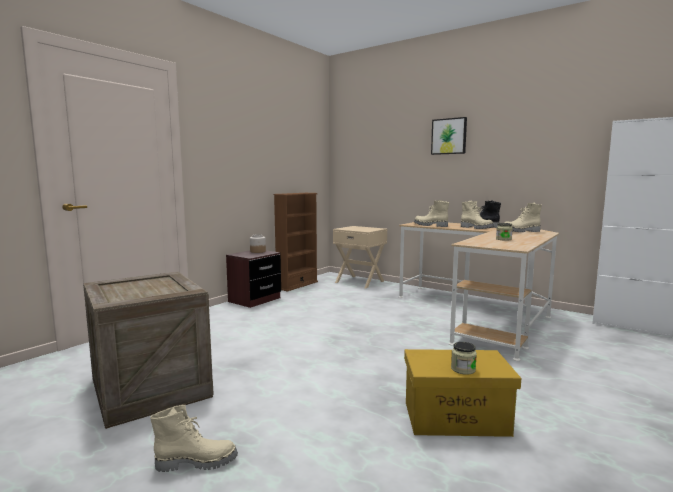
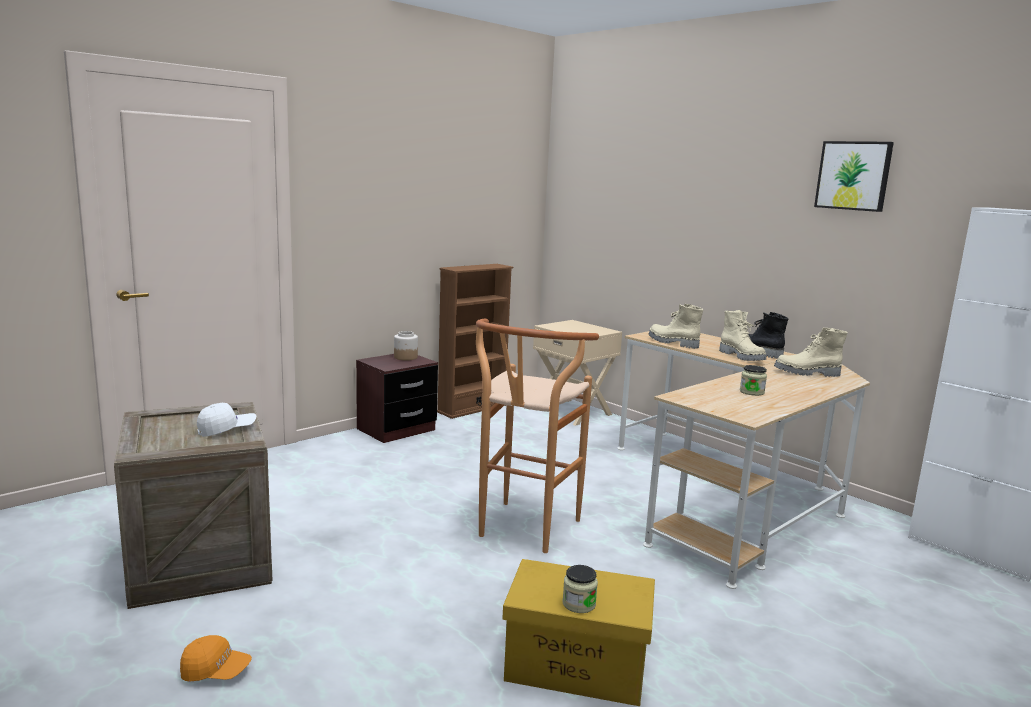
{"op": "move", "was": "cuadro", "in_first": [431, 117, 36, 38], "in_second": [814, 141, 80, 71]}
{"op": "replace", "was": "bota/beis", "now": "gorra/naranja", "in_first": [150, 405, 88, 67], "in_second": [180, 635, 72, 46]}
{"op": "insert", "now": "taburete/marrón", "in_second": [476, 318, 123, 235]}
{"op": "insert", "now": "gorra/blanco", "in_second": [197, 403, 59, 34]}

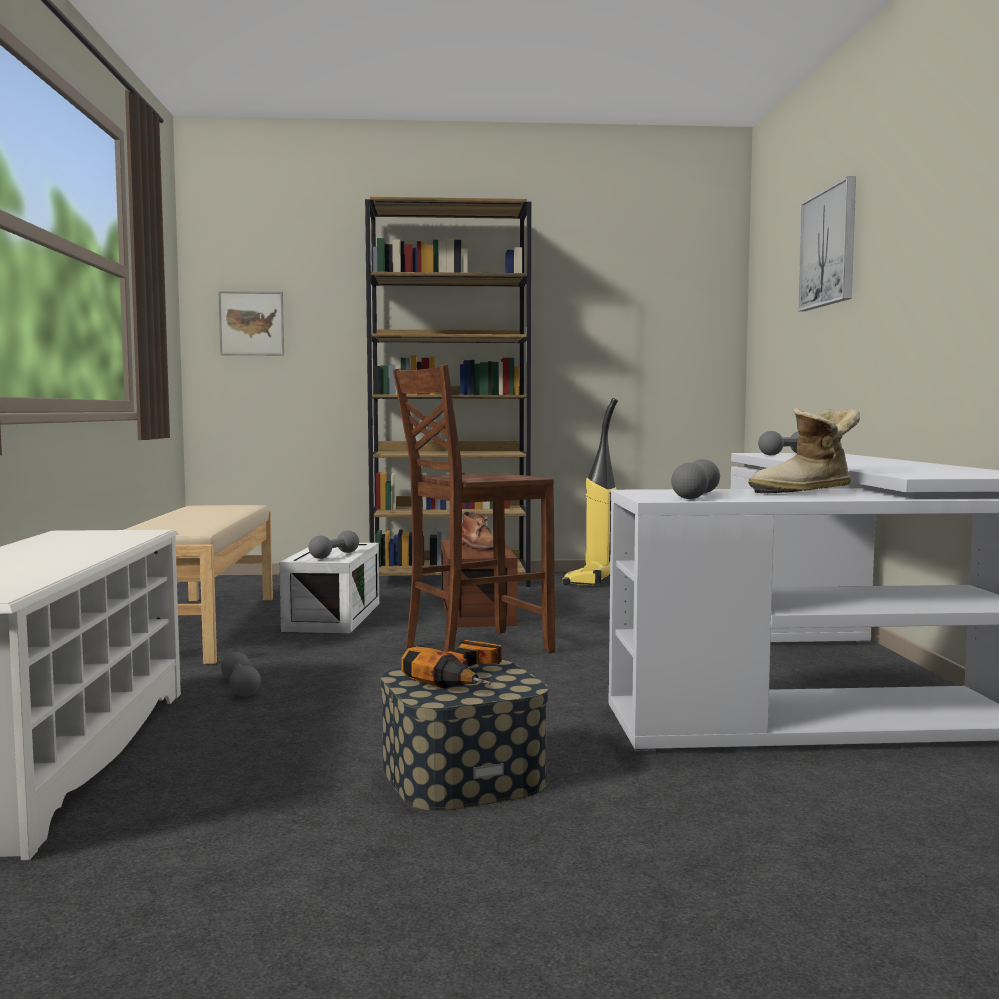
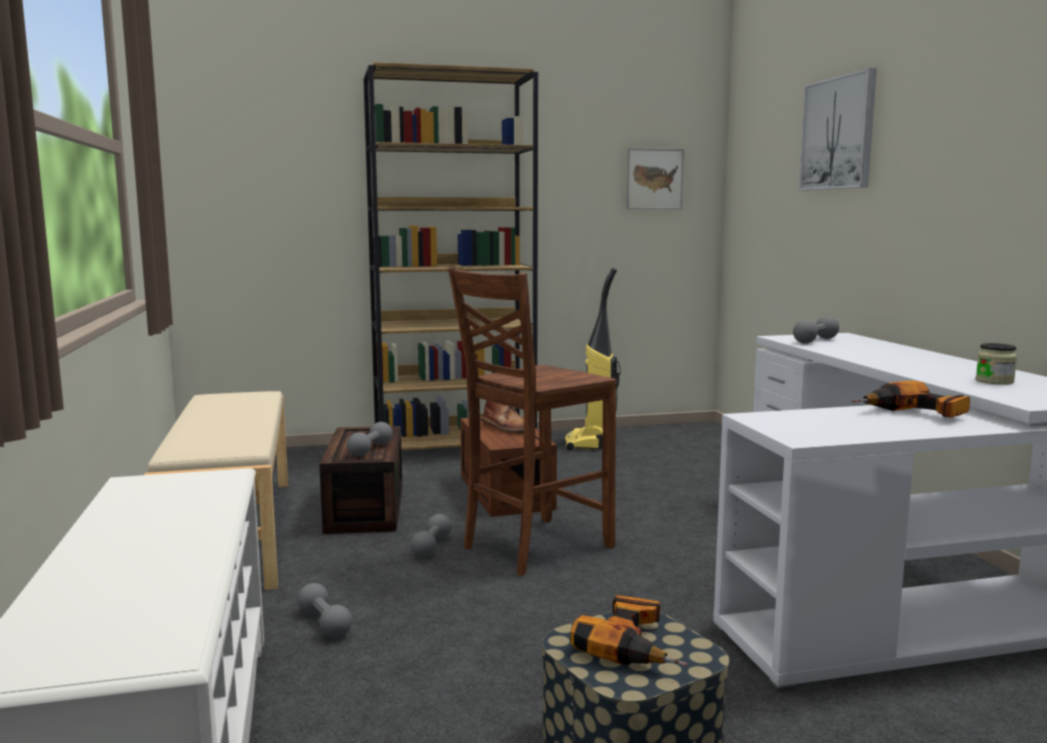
{"op": "move", "was": "cuadro", "in_first": [218, 291, 66, 64], "in_second": [626, 148, 58, 61]}
{"op": "replace", "was": "bota", "now": "taladro", "in_first": [748, 407, 112, 87], "in_second": [852, 381, 118, 37]}
{"op": "move", "was": "mancuerna/gris", "in_first": [671, 459, 49, 40], "in_second": [410, 514, 41, 44]}
{"op": "recolor", "was": "caja de almacenaje/blanco", "now": "caja de almacenaje/marrón", "in_first": [279, 543, 100, 90], "in_second": [319, 426, 83, 108]}
{"op": "insert", "now": "tarro", "in_second": [976, 343, 41, 42]}

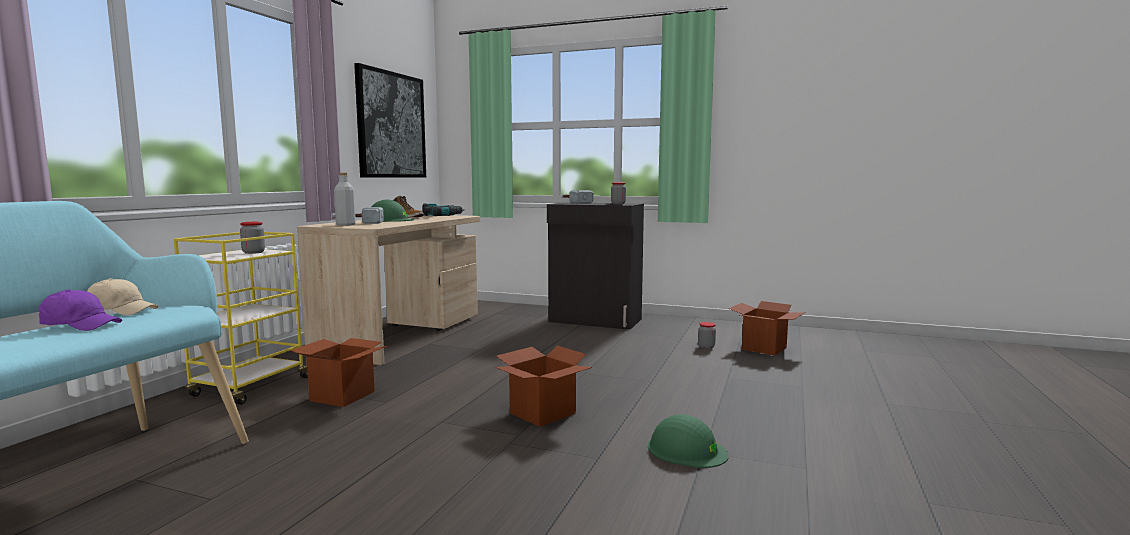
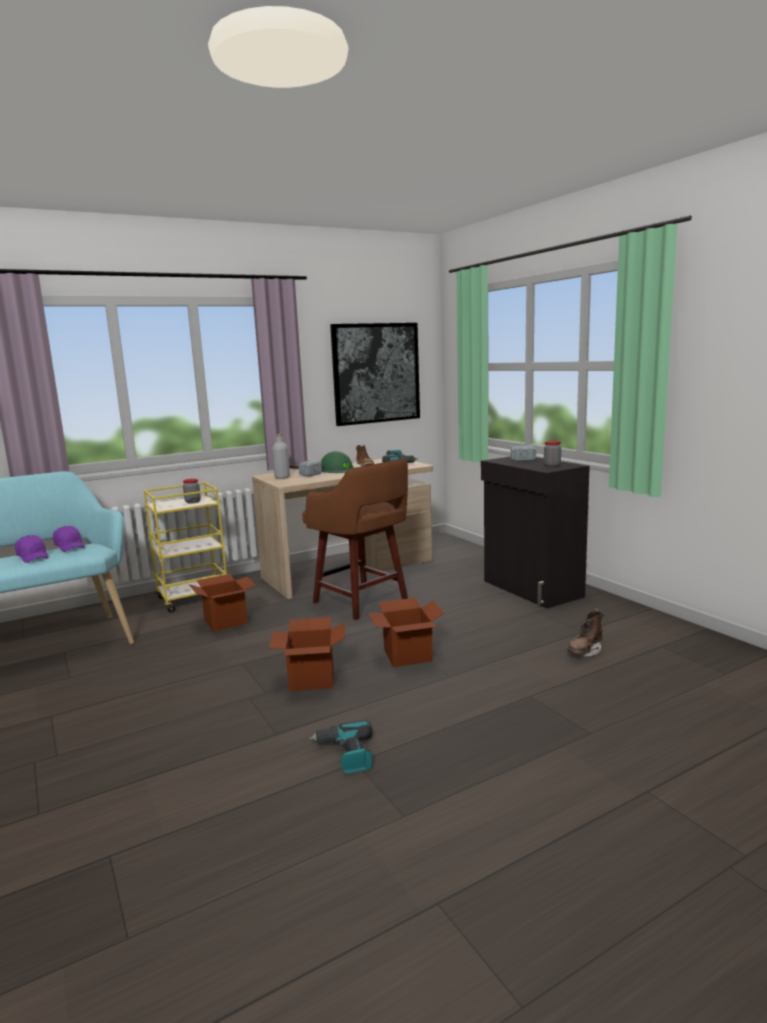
{"op": "recolor", "was": "gorra/beis", "now": "gorra/morado", "in_first": [87, 278, 71, 37], "in_second": [53, 526, 32, 26]}
{"op": "move", "was": "caja de cartón", "in_first": [728, 301, 77, 55], "in_second": [369, 598, 75, 69]}
{"op": "replace", "was": "tarro", "now": "bota/marrón", "in_first": [698, 322, 18, 27], "in_second": [567, 608, 37, 49]}
{"op": "replace", "was": "casco/verde", "now": "taladro", "in_first": [648, 414, 81, 54], "in_second": [309, 720, 63, 54]}
{"op": "insert", "now": "taburete/marrón", "in_second": [302, 459, 106, 161]}

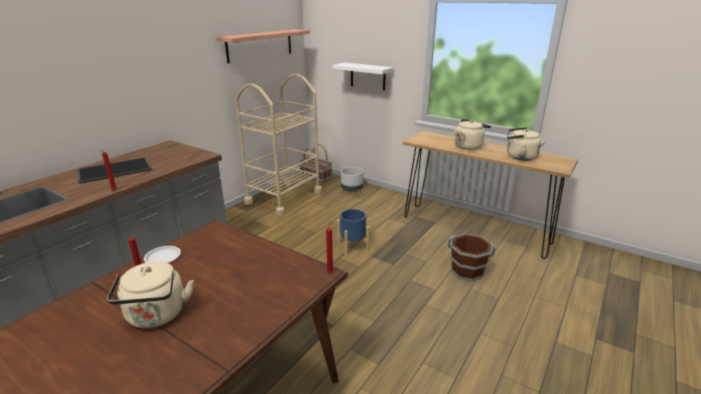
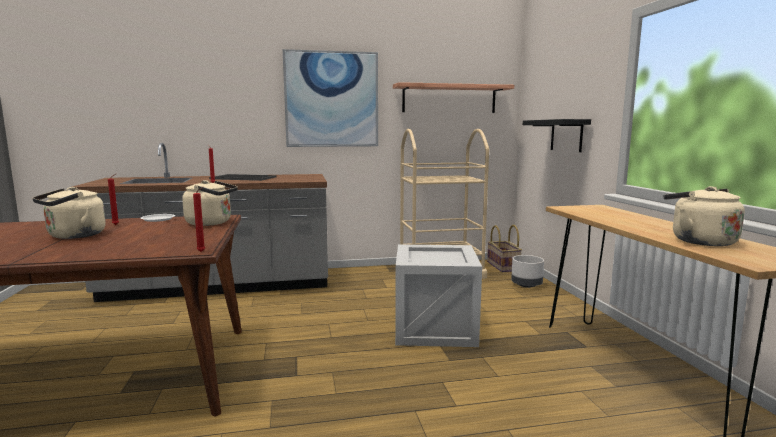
{"op": "recolor", "was": "estante/blanco", "now": "estante/negro", "in_first": [332, 62, 62, 28], "in_second": [523, 119, 68, 33]}
{"op": "move", "was": "hervidor/beis", "in_first": [454, 119, 37, 31], "in_second": [182, 180, 56, 46]}
{"op": "replace", "was": "maceta/azul", "now": "caja de embalaje", "in_first": [337, 209, 33, 47], "in_second": [395, 244, 87, 103]}
{"op": "delete", "was": "cubo/marrón", "in_first": [448, 234, 48, 47]}
{"op": "insert", "now": "cuadro", "in_second": [283, 49, 95, 98]}

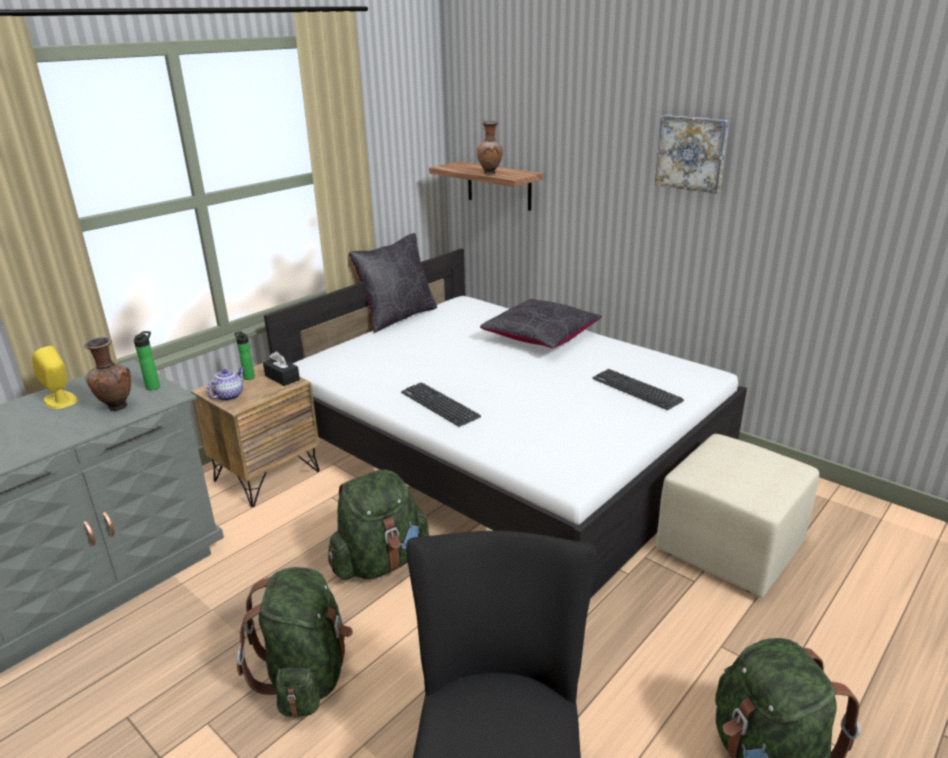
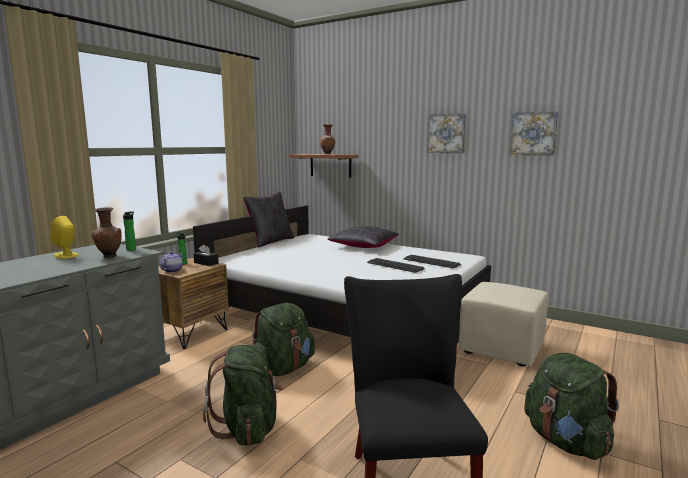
{"op": "move", "was": "teclado", "in_first": [401, 383, 80, 44], "in_second": [367, 258, 58, 15]}
{"op": "insert", "now": "cuadro", "in_second": [510, 111, 48, 45]}

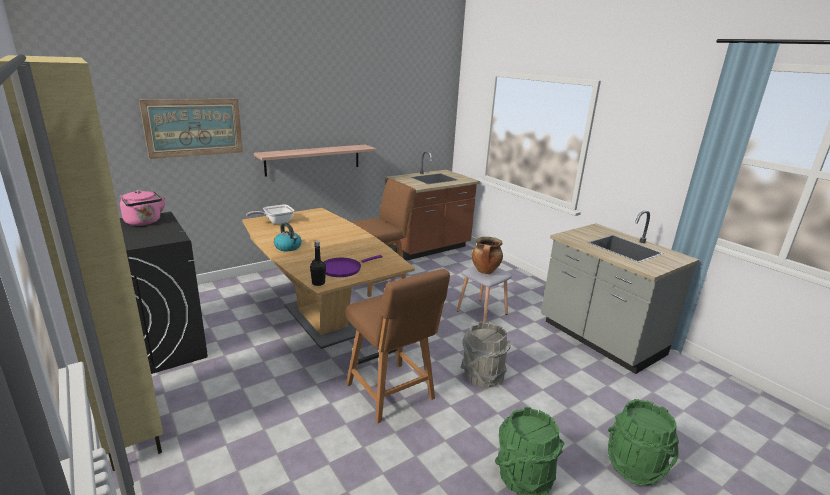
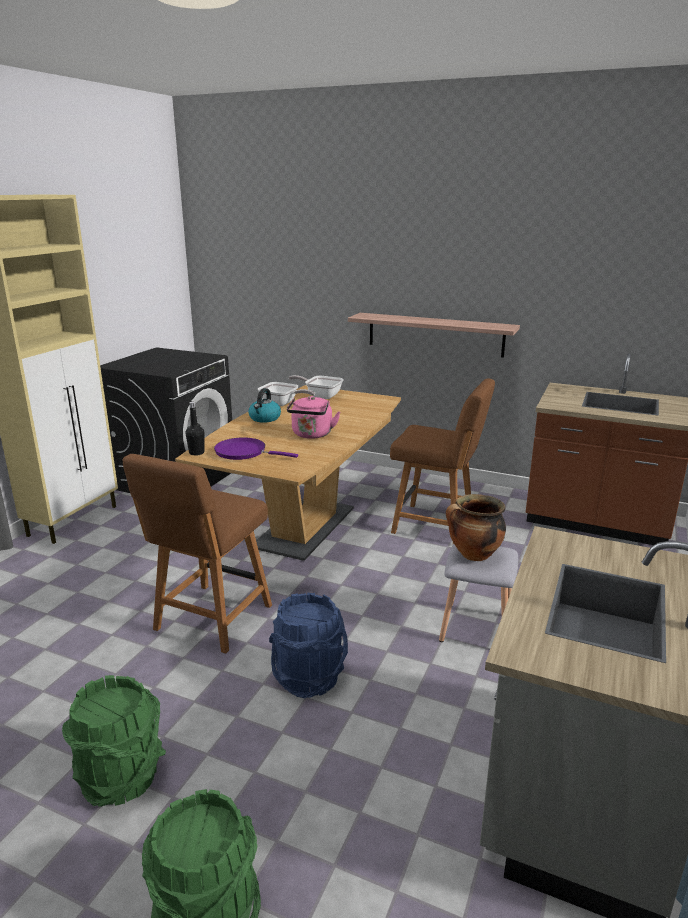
{"op": "delete", "was": "cuadro", "in_first": [139, 99, 104, 60]}
{"op": "move", "was": "hervidor/rosa", "in_first": [120, 190, 45, 36], "in_second": [287, 396, 53, 43]}
{"op": "recolor", "was": "cubo/gris", "now": "cubo/azul", "in_first": [460, 322, 51, 66], "in_second": [269, 592, 79, 106]}
{"op": "insert", "now": "sartén", "in_second": [258, 382, 57, 24]}

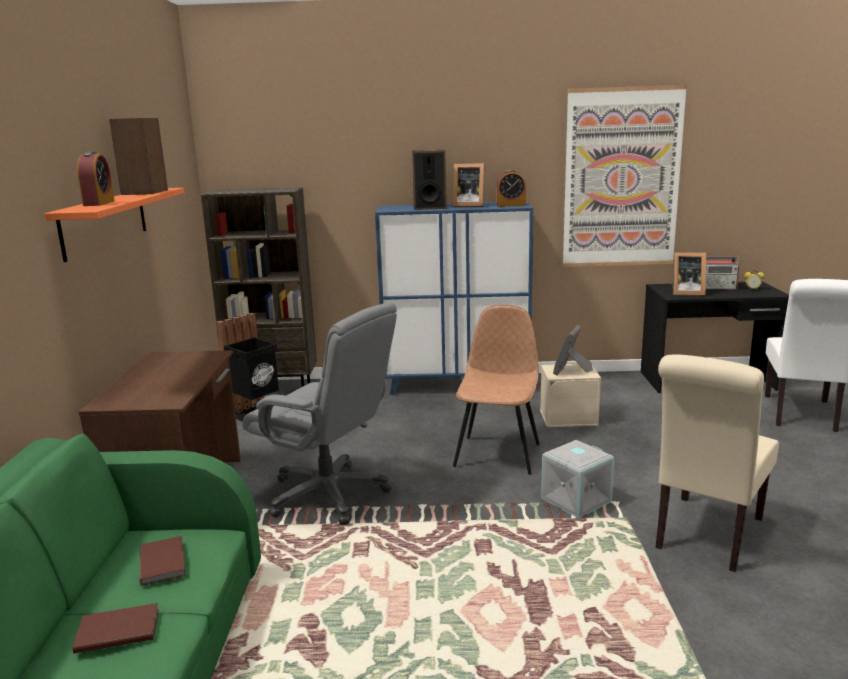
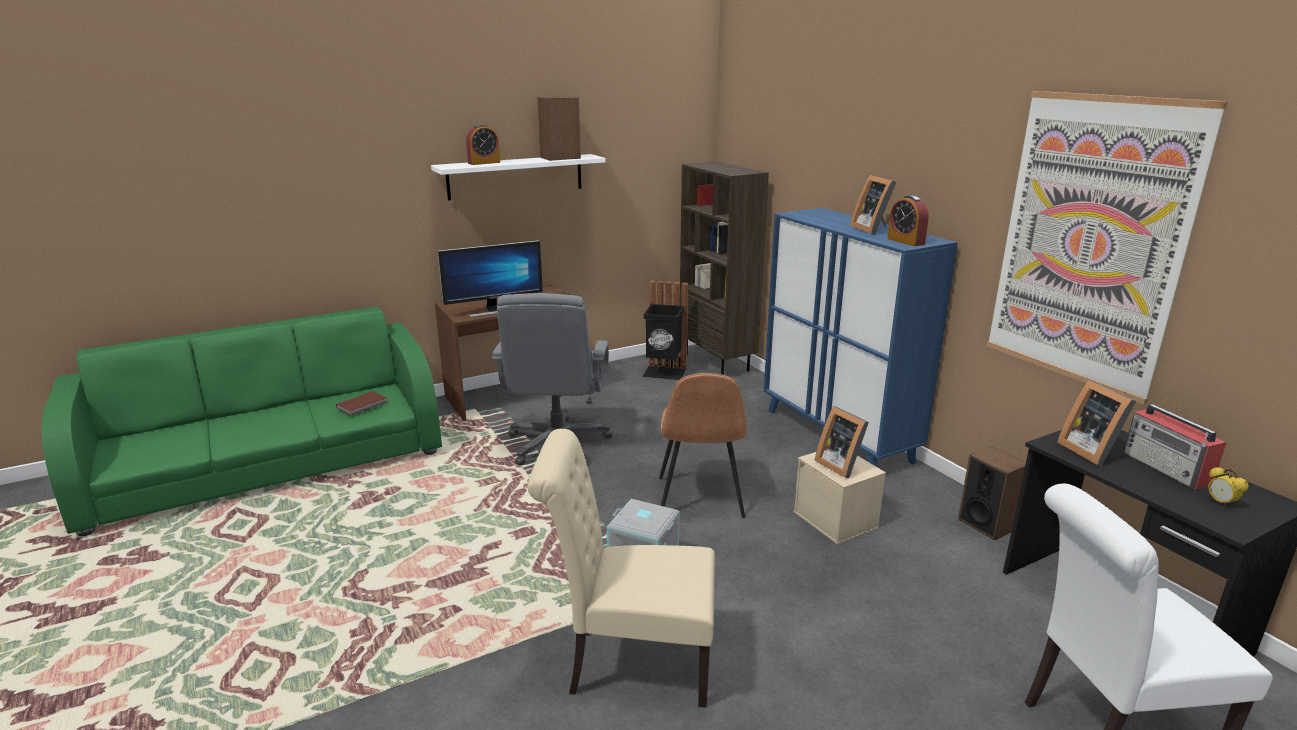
{"op": "move", "was": "altavoz", "in_first": [412, 150, 34, 60], "in_second": [958, 446, 68, 95]}
{"op": "recolor", "was": "estante/naranja", "now": "estante/blanco", "in_first": [44, 188, 140, 74], "in_second": [431, 154, 175, 47]}
{"op": "rotate", "was": "silla/marrón", "in_first": [453, 305, 87, 170], "in_second": [659, 373, 88, 145], "clockwise": 105}
{"op": "rotate", "was": "portarretratos", "in_first": [553, 325, 40, 51], "in_second": [815, 406, 54, 72], "clockwise": -120}
{"op": "delete", "was": "libro/marrón", "in_first": [73, 603, 86, 51]}
{"op": "insert", "now": "monitor", "in_second": [437, 240, 106, 77]}

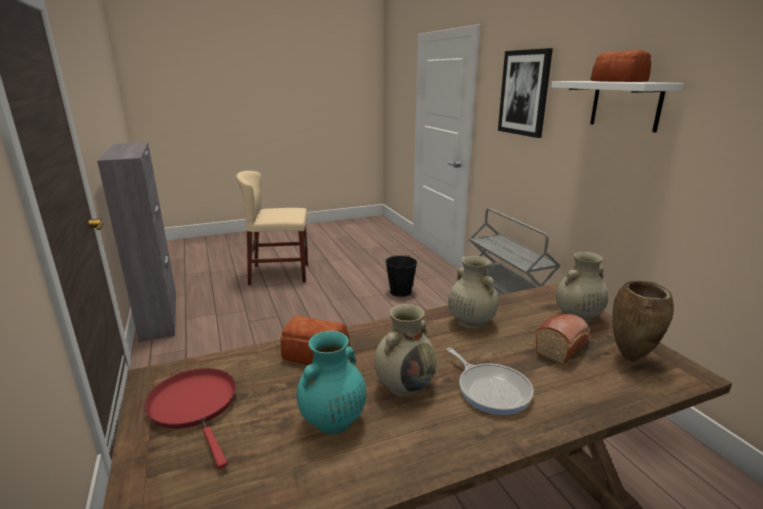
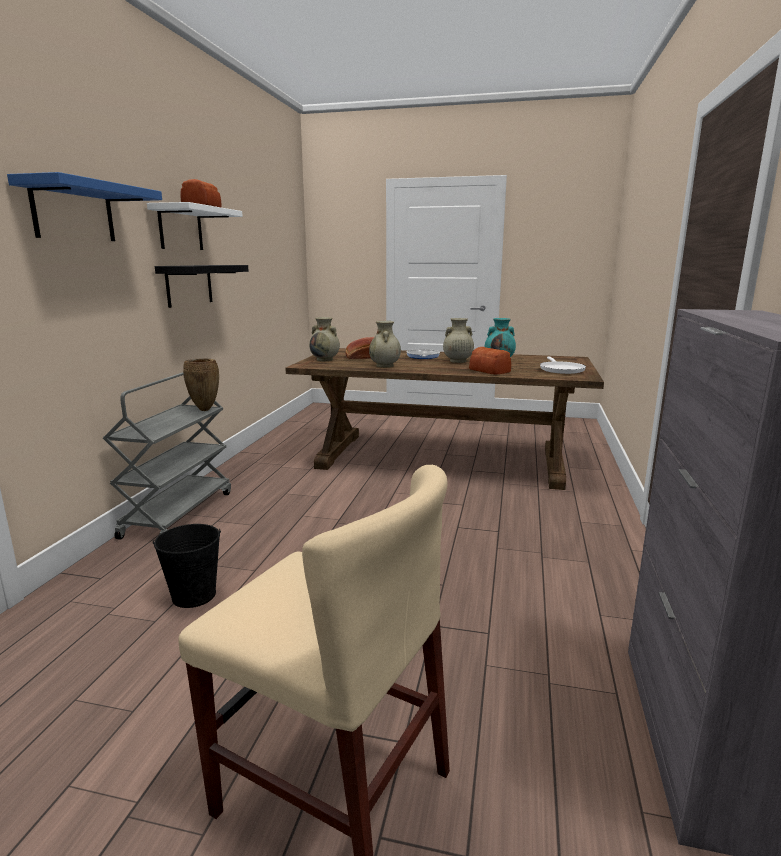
{"op": "replace", "was": "cuadro", "now": "estante/azul", "in_first": [498, 48, 55, 90], "in_second": [7, 172, 155, 69]}
{"op": "move", "was": "florero/marrón", "in_first": [613, 281, 61, 81], "in_second": [183, 358, 36, 53]}
{"op": "recolor", "was": "sartén/rojo", "now": "sartén/blanco", "in_first": [144, 368, 92, 101], "in_second": [540, 357, 46, 17]}
{"op": "insert", "now": "estante/negro", "in_second": [155, 265, 94, 43]}

